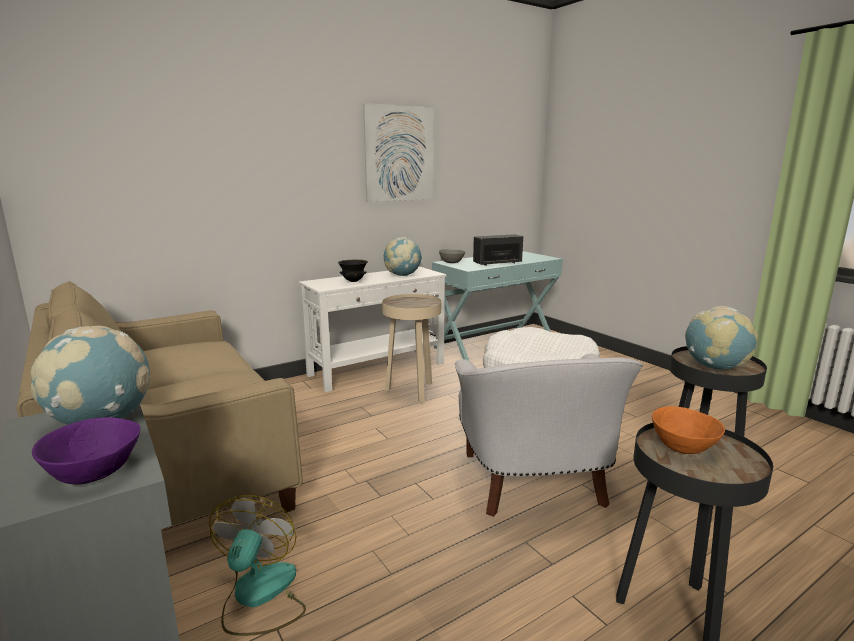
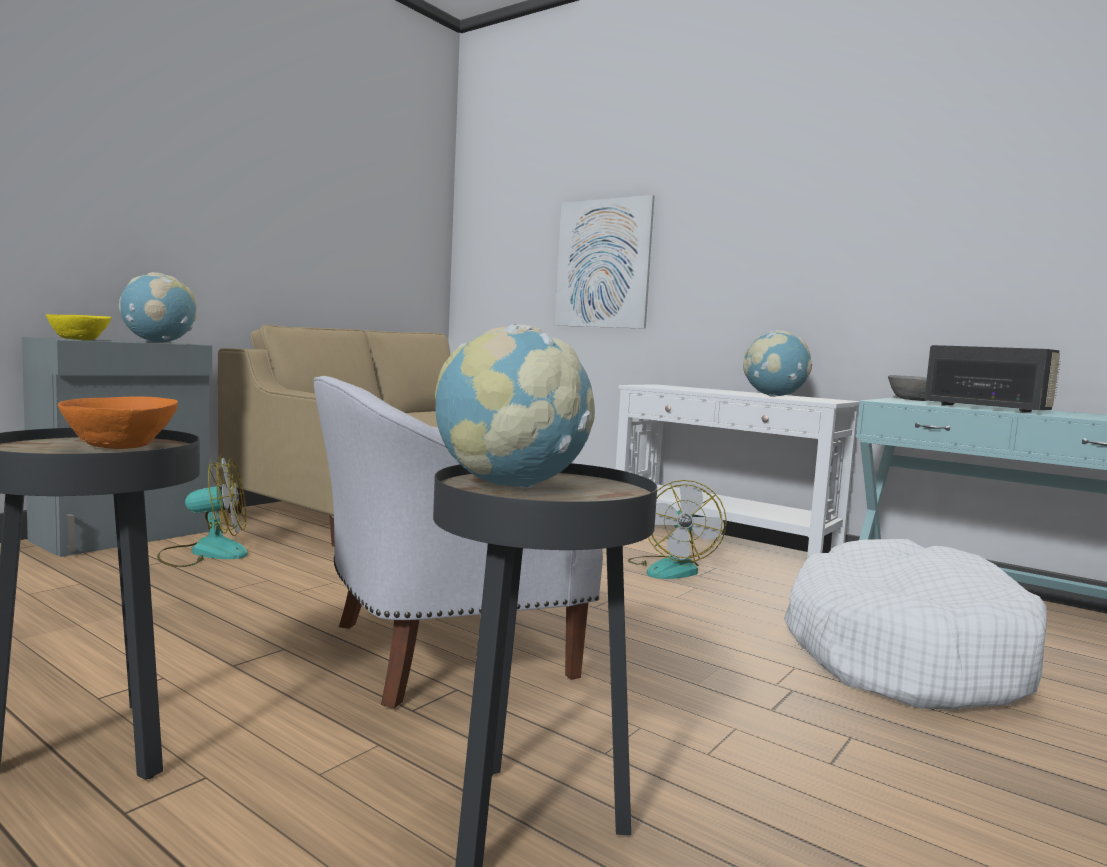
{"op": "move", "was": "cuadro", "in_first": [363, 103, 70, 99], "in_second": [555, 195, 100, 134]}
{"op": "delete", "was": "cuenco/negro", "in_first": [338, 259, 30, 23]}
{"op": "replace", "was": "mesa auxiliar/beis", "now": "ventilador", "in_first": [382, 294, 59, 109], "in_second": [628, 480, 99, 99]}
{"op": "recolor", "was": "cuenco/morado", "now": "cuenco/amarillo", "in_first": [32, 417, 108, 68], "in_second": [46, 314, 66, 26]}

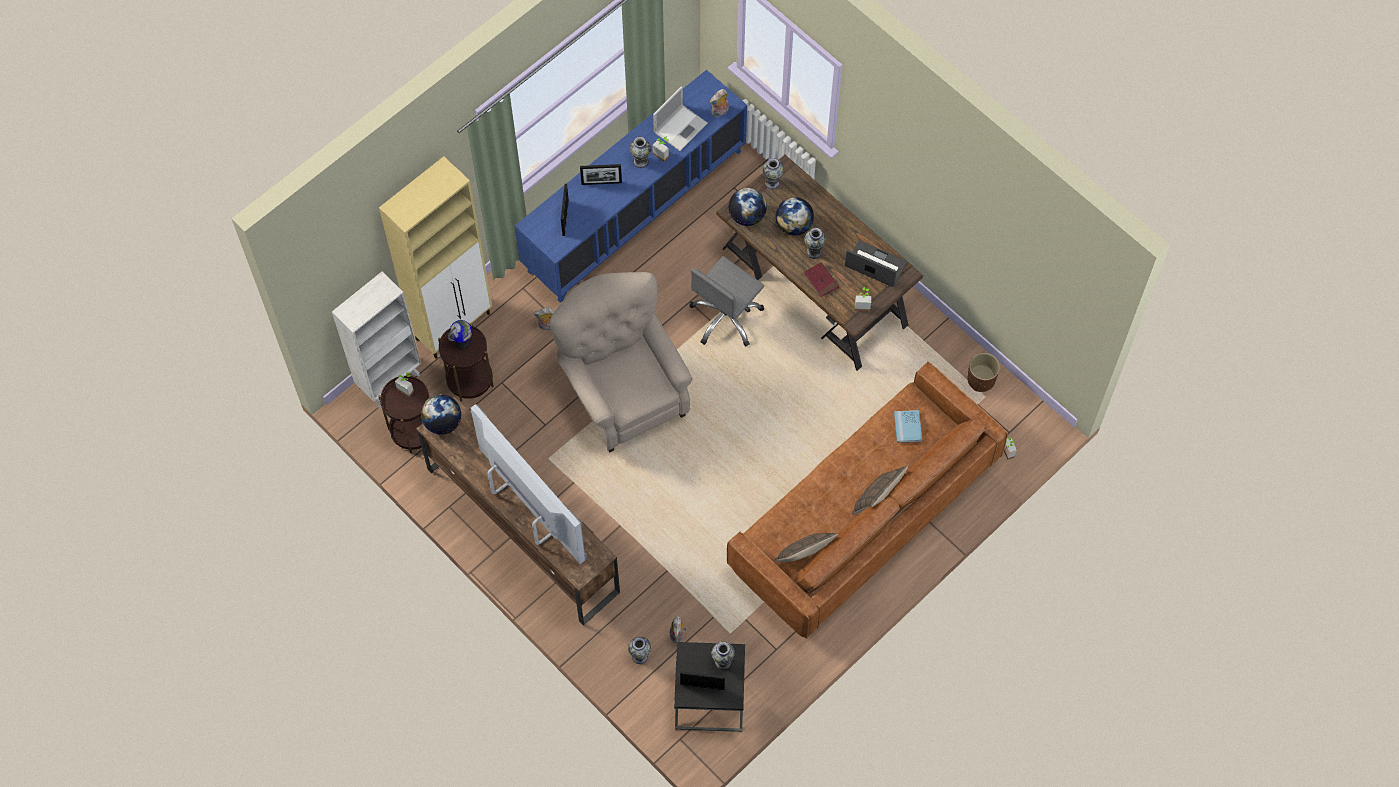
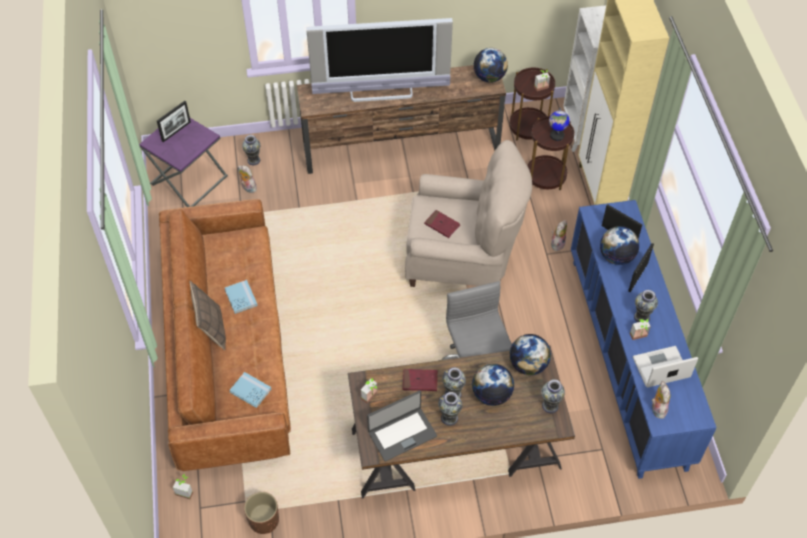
{"op": "rotate", "was": "portátil", "in_first": [653, 86, 55, 65], "in_second": [633, 346, 65, 42], "clockwise": 90}
{"op": "delete", "was": "cojín", "in_first": [775, 533, 63, 30]}
{"op": "move", "was": "florero", "in_first": [711, 641, 24, 29], "in_second": [438, 392, 25, 34]}
{"op": "recolor", "was": "mesa auxiliar/negro", "now": "mesa auxiliar/morado", "in_first": [674, 642, 71, 90], "in_second": [139, 118, 89, 89]}
{"op": "insert", "now": "libro/rojo", "in_second": [424, 210, 36, 28]}
{"op": "insert", "now": "globo terráqueo", "in_second": [600, 226, 39, 39]}
{"op": "insert", "now": "libro/azul", "in_second": [225, 280, 33, 34]}

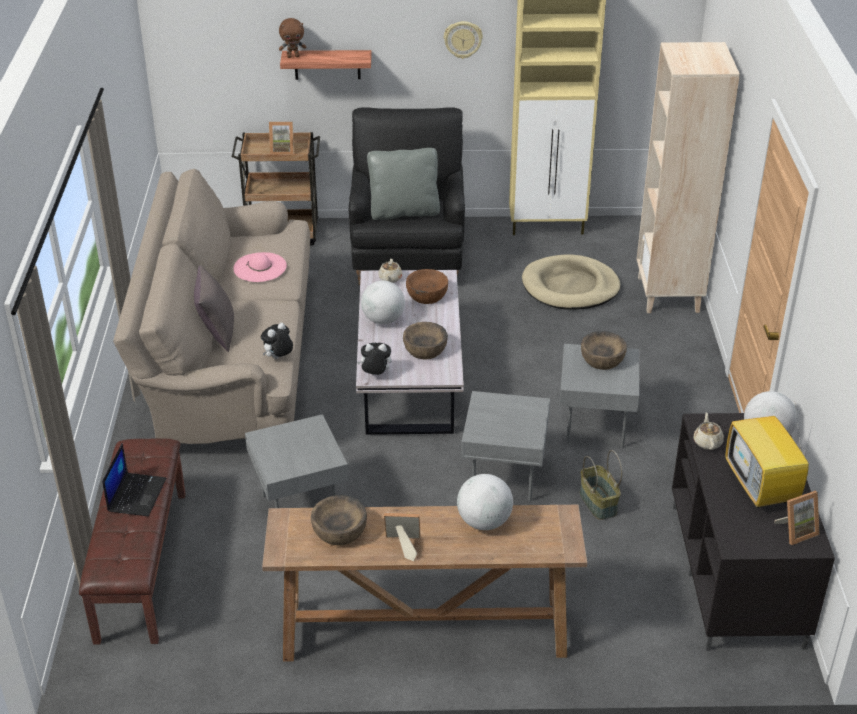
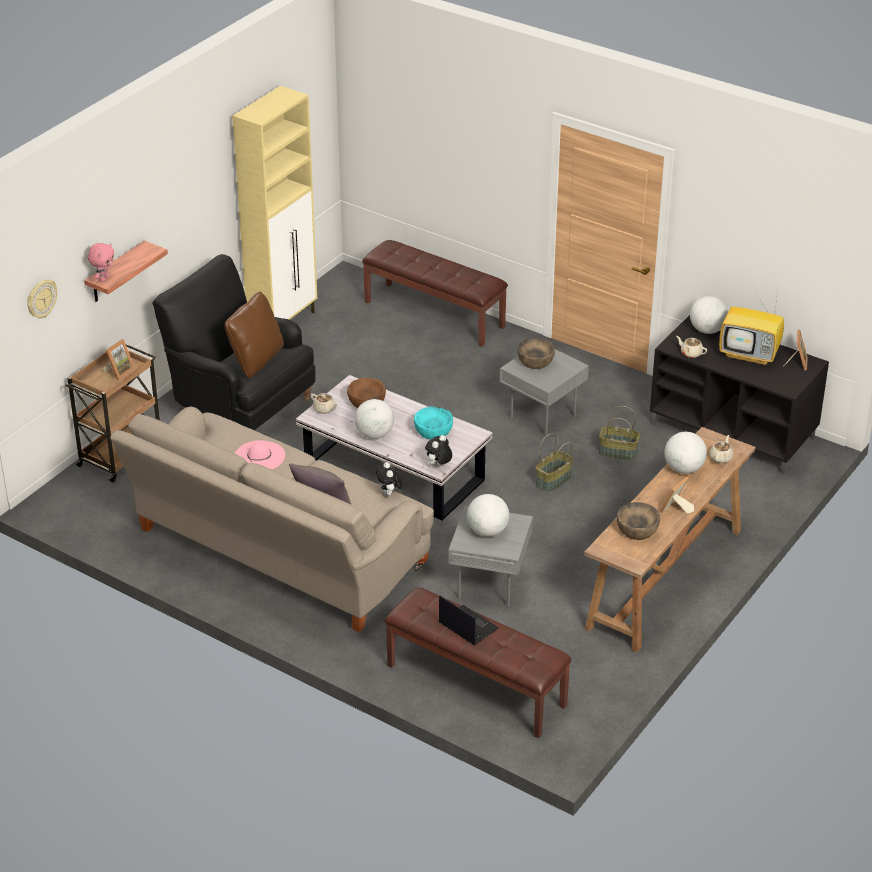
{"op": "recolor", "was": "peluche/marrón", "now": "peluche/rosa", "in_first": [279, 18, 28, 40], "in_second": [87, 243, 27, 39]}
{"op": "move", "was": "reloj de pared", "in_first": [444, 21, 39, 38], "in_second": [27, 279, 30, 40]}
{"op": "replace", "was": "estantería/beis", "now": "banco/marrón", "in_first": [637, 42, 103, 271], "in_second": [362, 240, 146, 107]}
{"op": "recolor", "was": "cojín/gris", "now": "cojín/marrón", "in_first": [367, 148, 73, 72], "in_second": [224, 291, 60, 88]}
{"op": "delete", "was": "cama para perro/beis", "in_first": [522, 254, 98, 56]}
{"op": "recolor", "was": "cuenco/marrón", "now": "cuenco/turquesa", "in_first": [403, 322, 45, 38], "in_second": [414, 406, 39, 34]}
{"op": "replace", "was": "mesa auxiliar/gris", "now": "cesta", "in_first": [461, 391, 89, 110], "in_second": [536, 433, 37, 59]}
{"op": "insert", "now": "tetera/beis", "in_second": [709, 435, 24, 28]}
{"op": "insert", "now": "globo terráqueo", "in_second": [467, 494, 42, 43]}

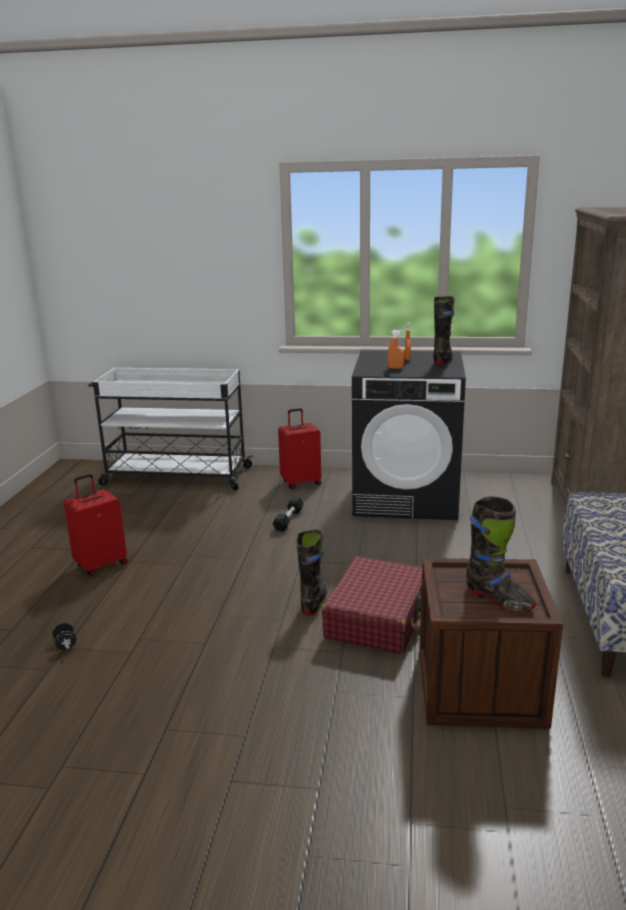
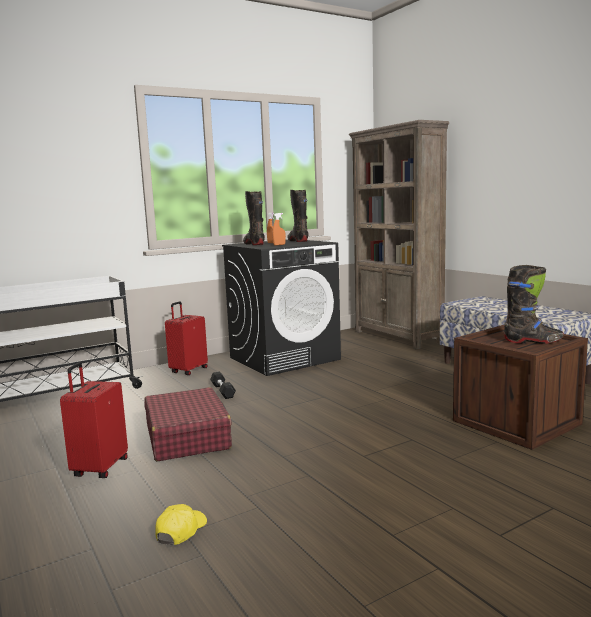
{"op": "move", "was": "bota/negro", "in_first": [297, 530, 30, 85], "in_second": [243, 191, 22, 54]}
{"op": "move", "was": "maleta/rojo", "in_first": [322, 556, 100, 98], "in_second": [144, 387, 88, 74]}
{"op": "replace", "was": "mancuerna/negro", "now": "gorra/amarillo", "in_first": [52, 622, 25, 28], "in_second": [155, 504, 52, 41]}

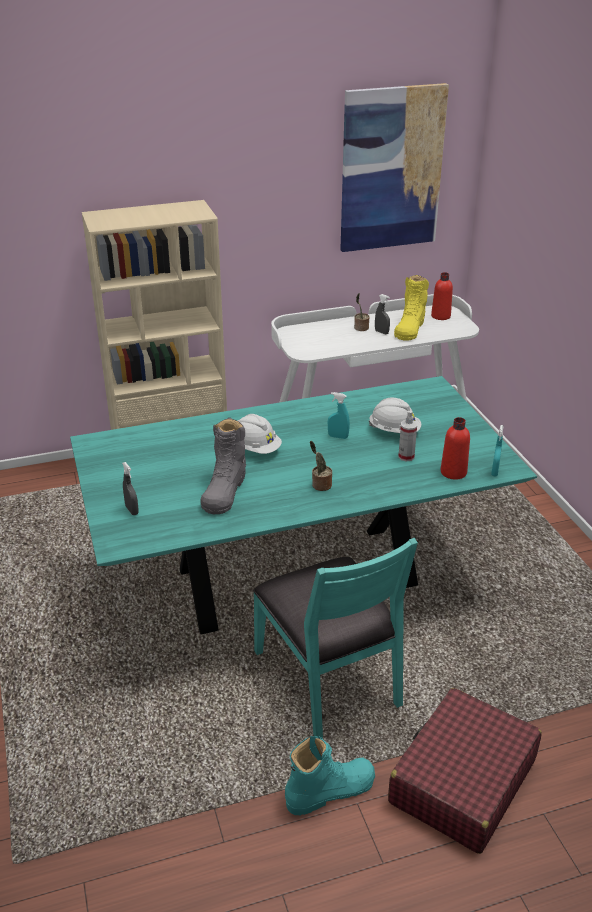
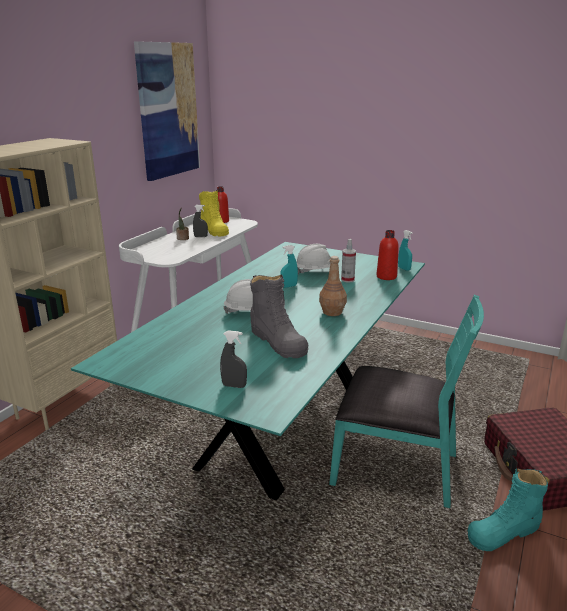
{"op": "replace", "was": "planta en maceta", "now": "botella/marrón", "in_first": [310, 441, 22, 50], "in_second": [319, 256, 28, 60]}
{"op": "rotate", "was": "bota/turquesa", "in_first": [285, 736, 90, 79], "in_second": [468, 468, 80, 83], "clockwise": -135}

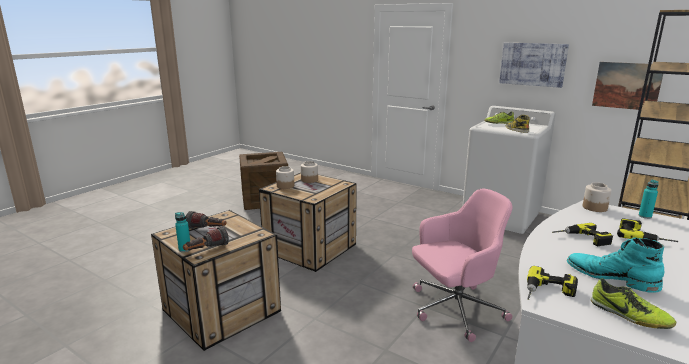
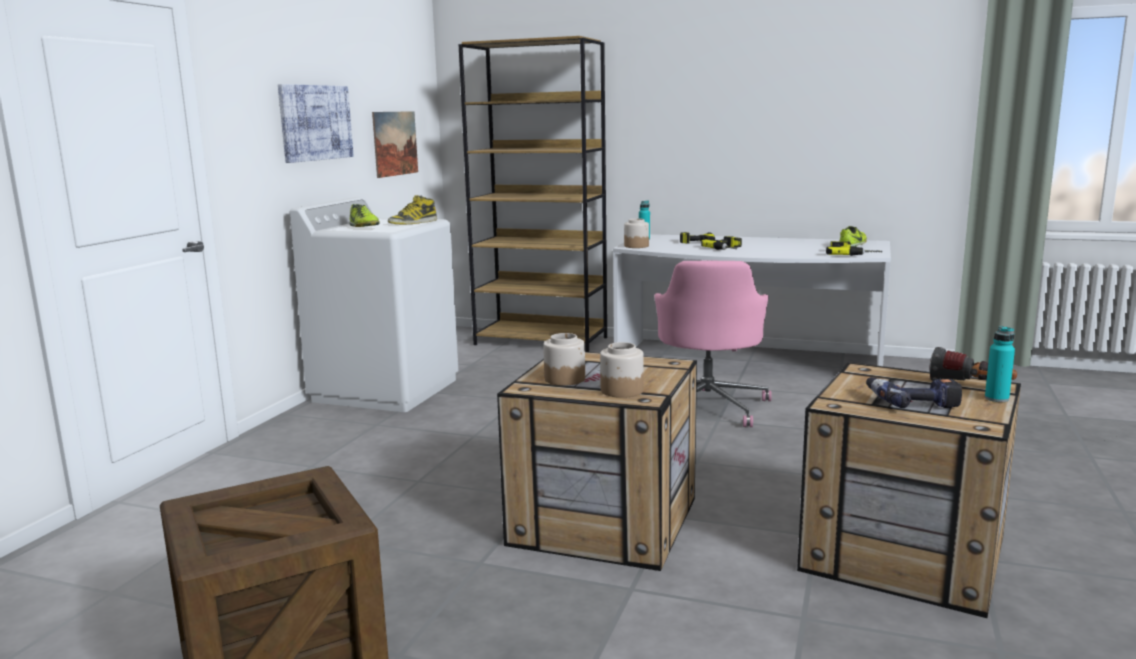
{"op": "rotate", "was": "silla de oficina/rosa", "in_first": [412, 188, 100, 154], "in_second": [654, 261, 118, 166], "clockwise": -135}
{"op": "replace", "was": "linterna", "now": "taladro", "in_first": [186, 211, 41, 18], "in_second": [866, 377, 96, 31]}
{"op": "delete", "was": "bota/turquesa", "in_first": [567, 237, 97, 56]}

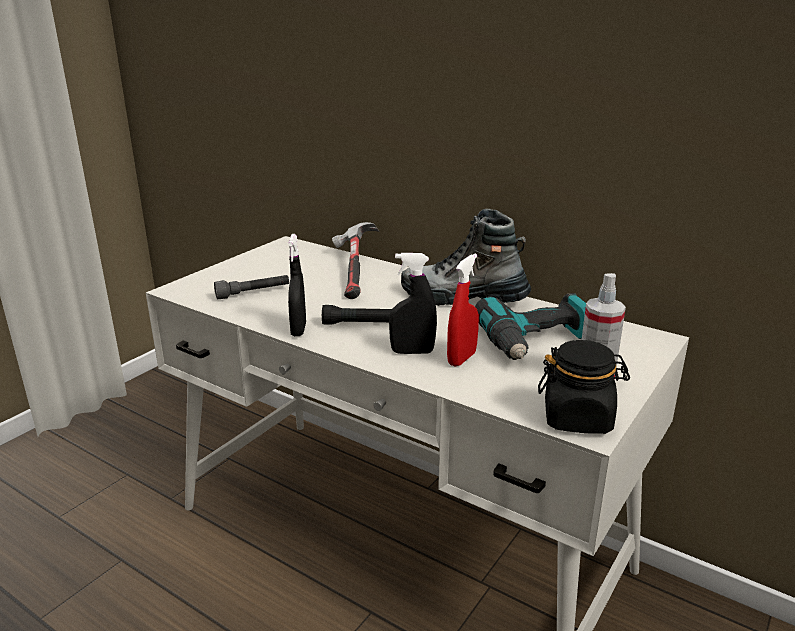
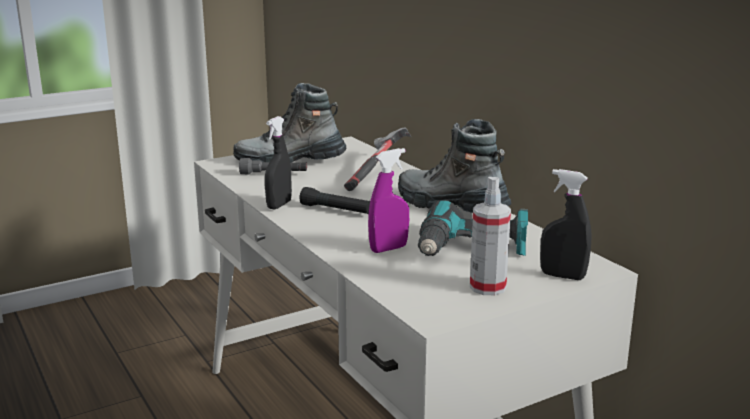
{"op": "move", "was": "pulverizador/negro", "in_first": [389, 253, 48, 101], "in_second": [540, 169, 52, 111]}
{"op": "recolor", "was": "pulverizador/rojo", "now": "pulverizador/morado", "in_first": [447, 254, 32, 113], "in_second": [368, 148, 41, 105]}
{"op": "delete", "was": "tarro/negro", "in_first": [538, 340, 92, 94]}
{"op": "insert", "now": "bota", "in_second": [233, 83, 113, 79]}

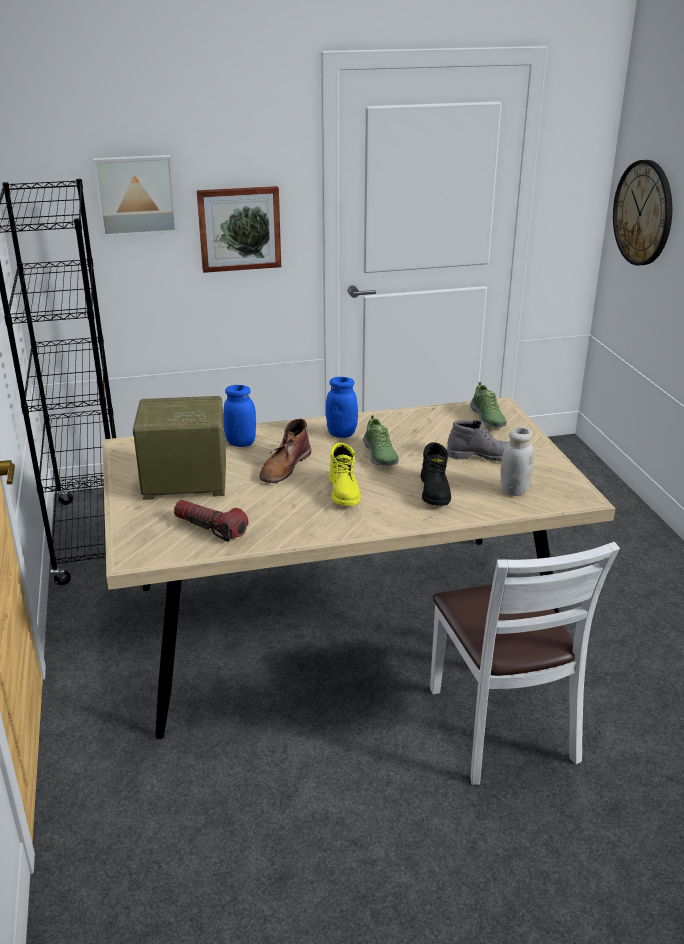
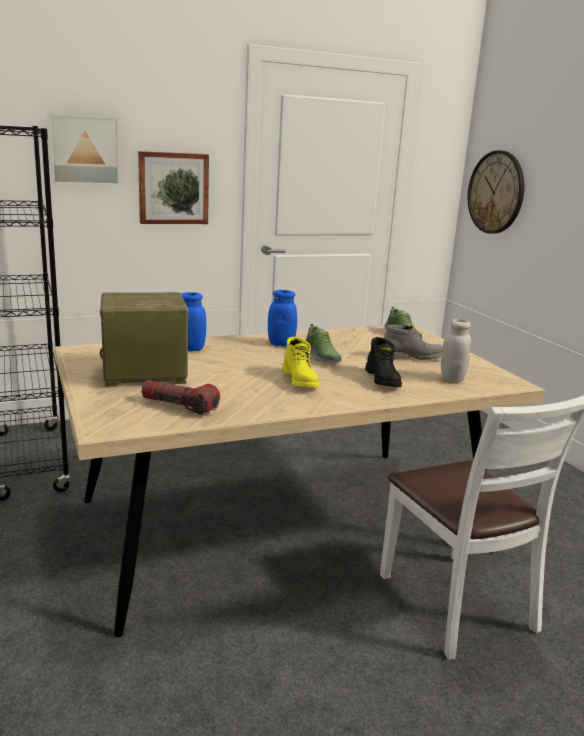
{"op": "delete", "was": "bota/marrón", "in_first": [259, 419, 52, 64]}

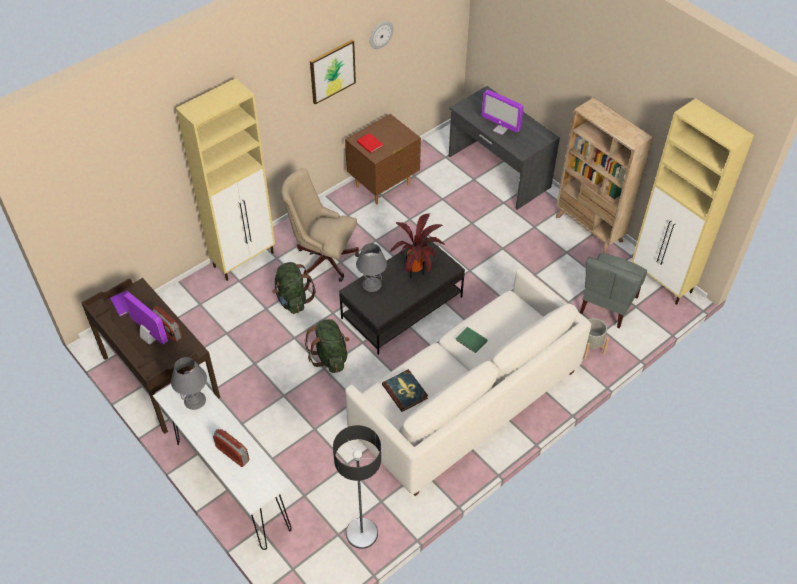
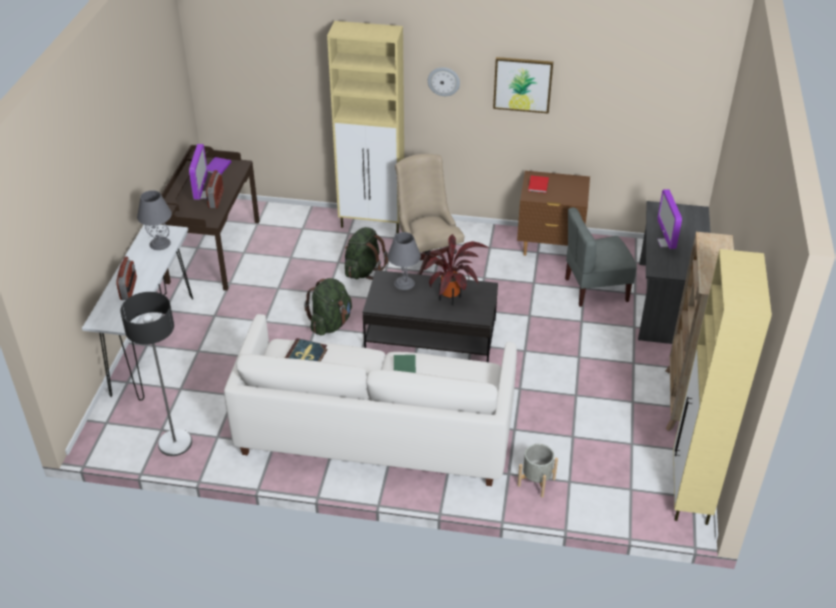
{"op": "move", "was": "reloj de pared", "in_first": [370, 21, 23, 28], "in_second": [428, 67, 32, 29]}
{"op": "move", "was": "silla/gris", "in_first": [580, 253, 67, 76], "in_second": [565, 207, 71, 100]}

